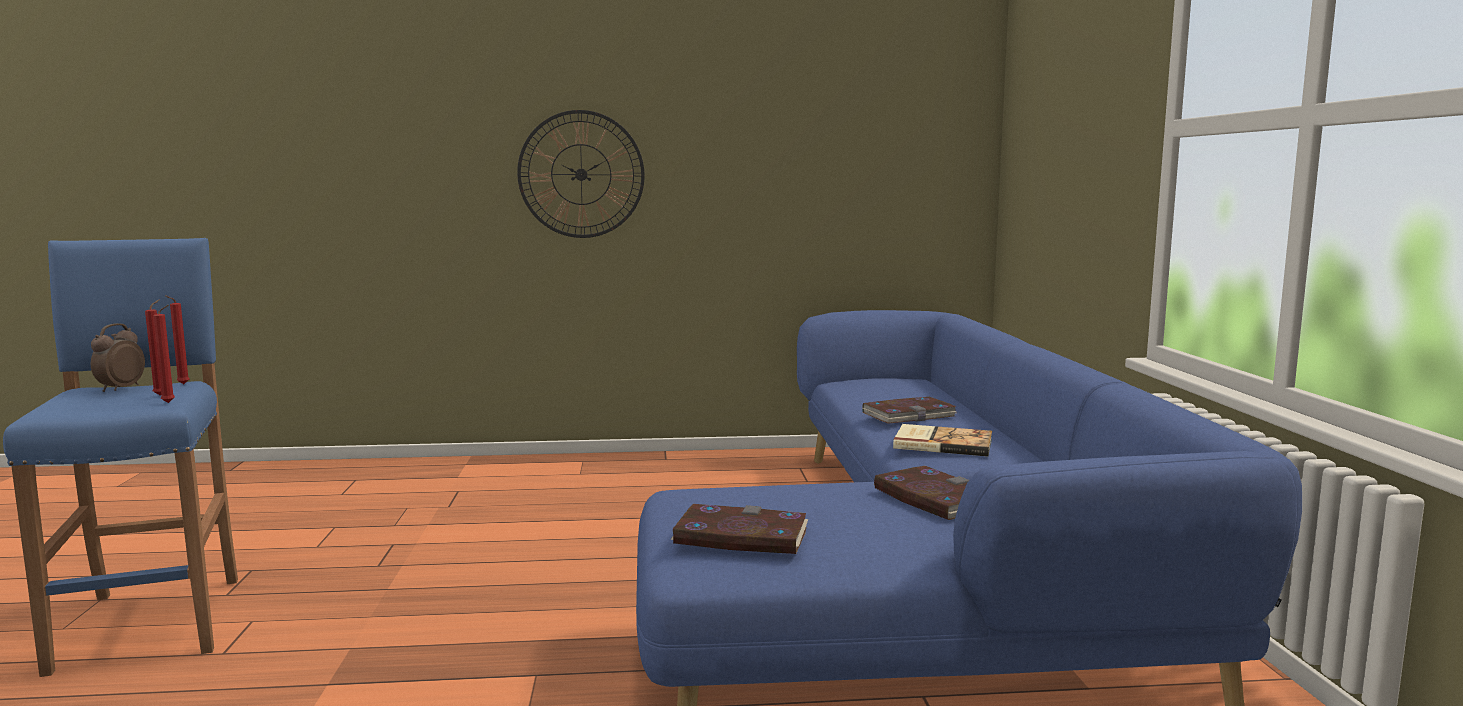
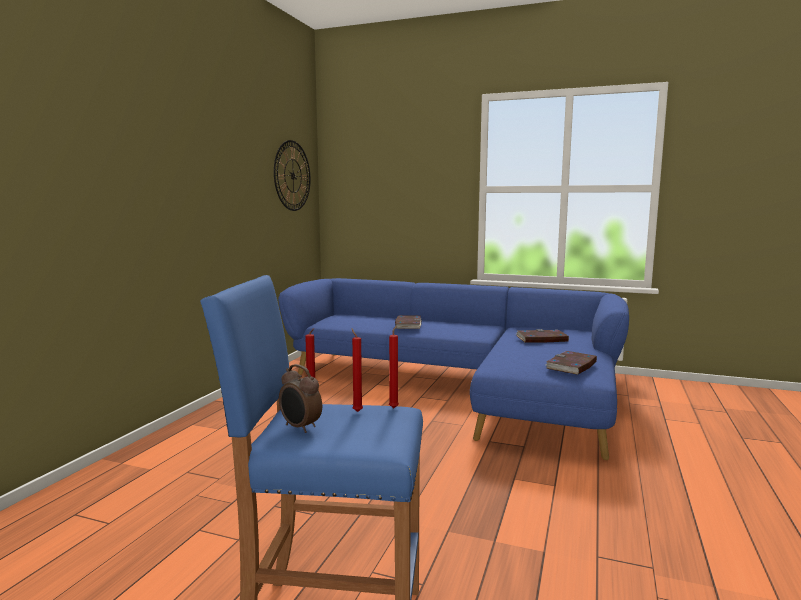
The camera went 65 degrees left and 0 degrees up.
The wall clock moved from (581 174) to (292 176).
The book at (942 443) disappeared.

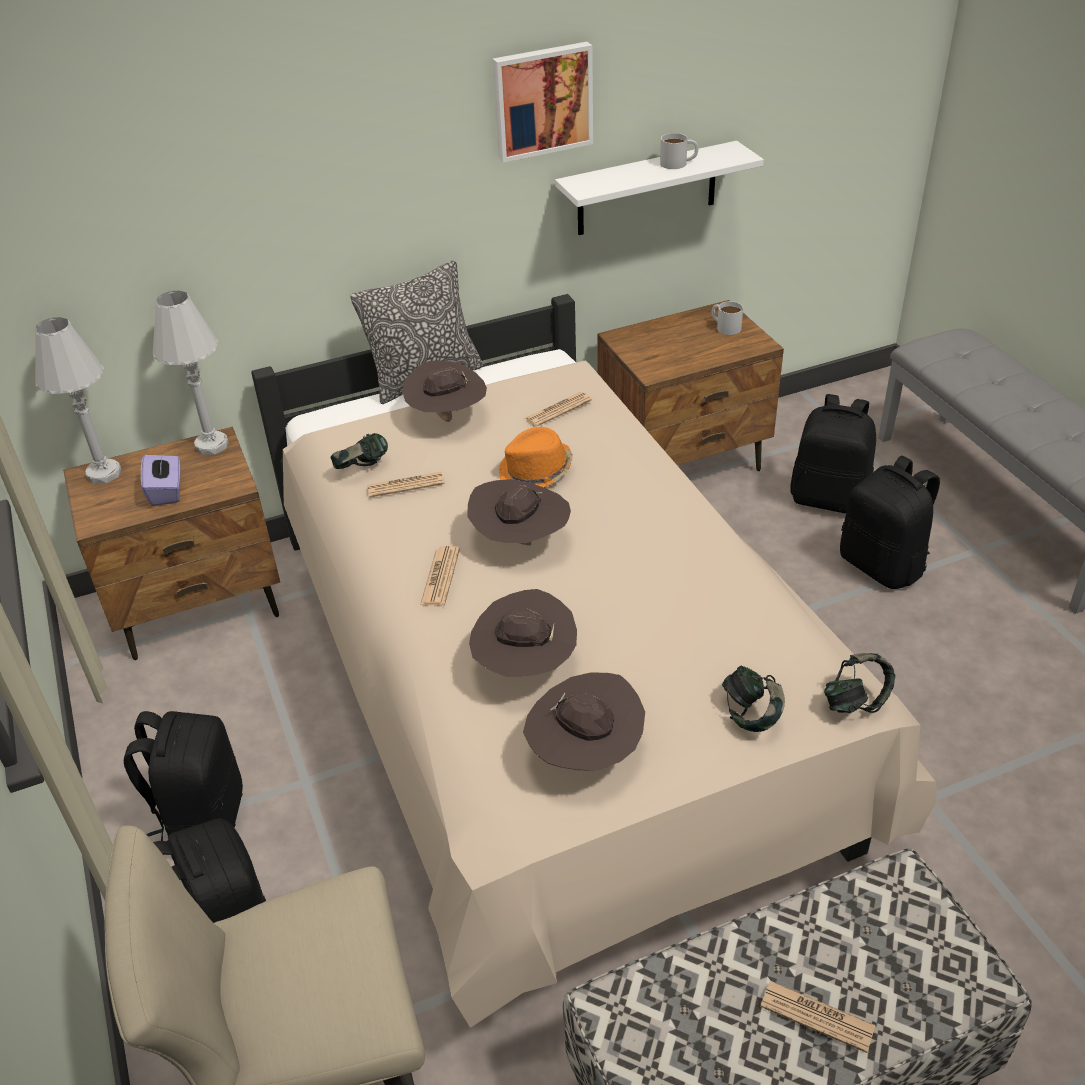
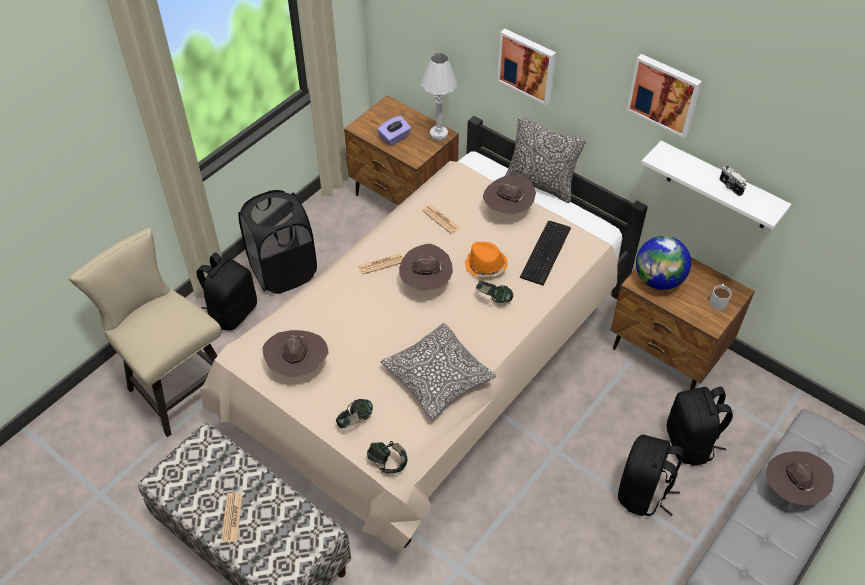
The camera went 60 degrees right and 10 degrees up.
The white mug at (678 163) was replaced by the photo camera at (730 187).
The white table lamp at (104 473) disappeared.
The newspaper at (558 410) was replaced by the keyboard at (547 252).
The headphones moved from (362 469) to (493 299).
The brown hat moved from (524 667) to (791 489).
The black backpack at (202 819) was replaced by the black laundry basket at (283 271).
The picture at (527 65) appeared.
The globe at (658 280) appeared.
The pillow at (438 377) appeared.

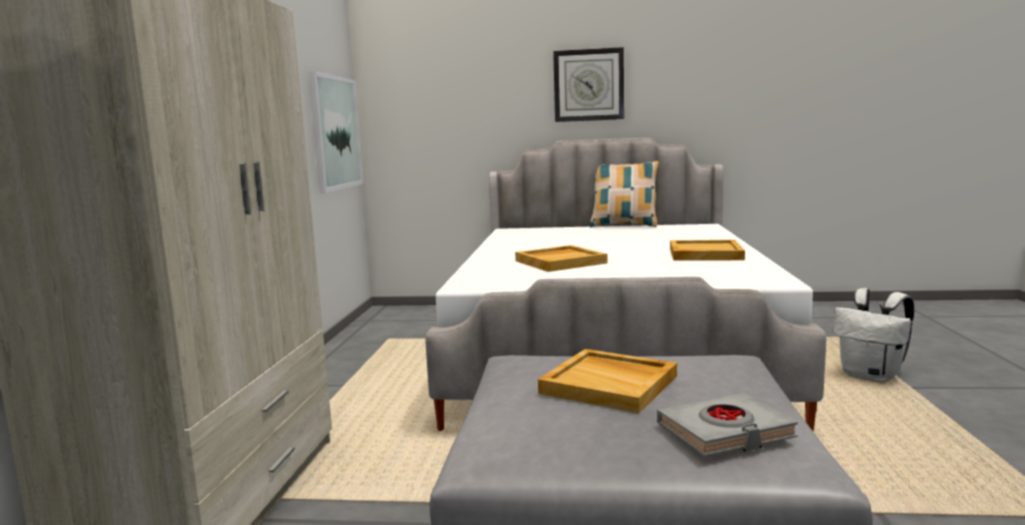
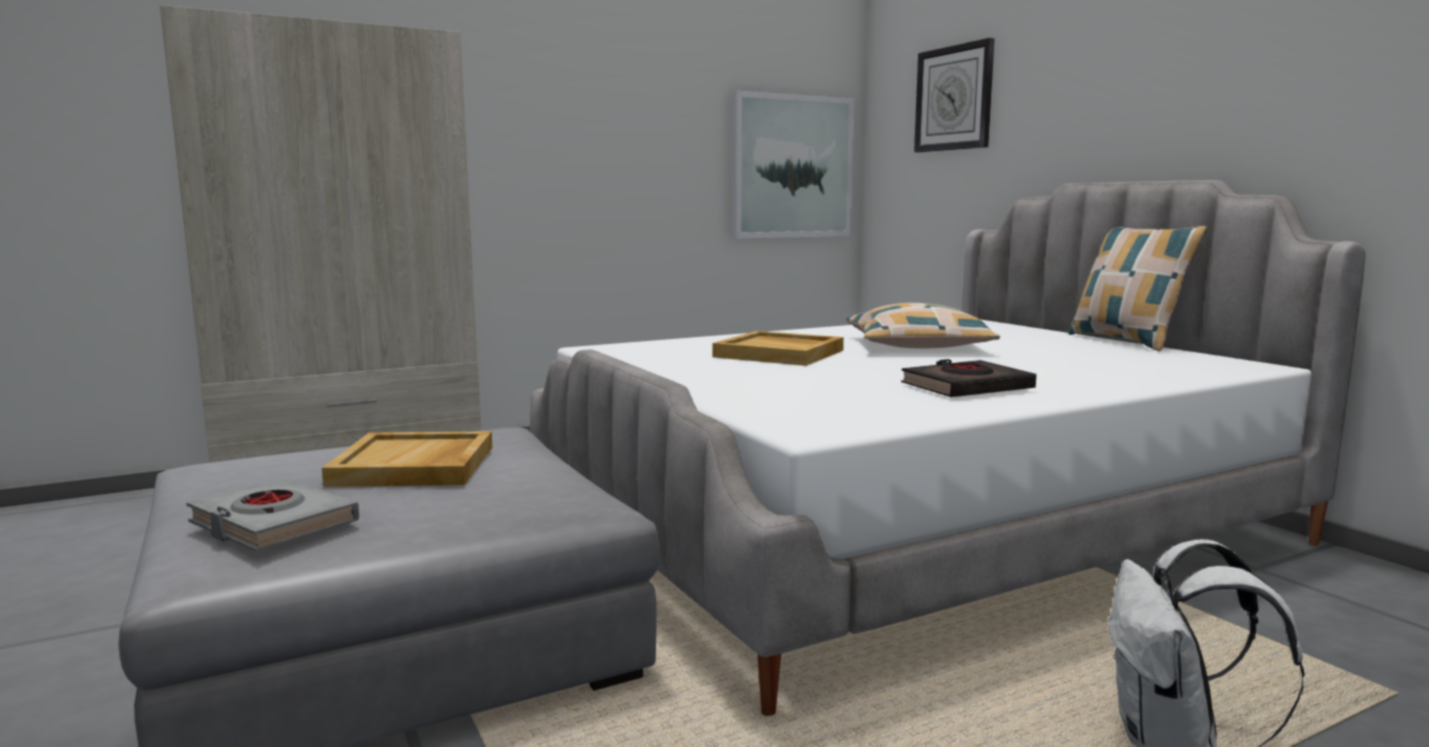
The camera went 55 degrees right and 0 degrees up.
The wall clock moved from (588 85) to (954 98).
The beige tray at (704 254) was replaced by the black book at (966 388).
The pillow at (917 346) appeared.

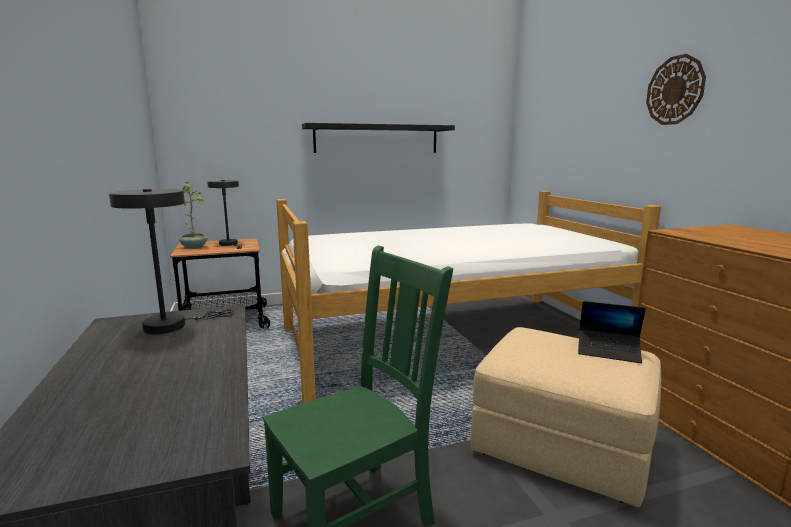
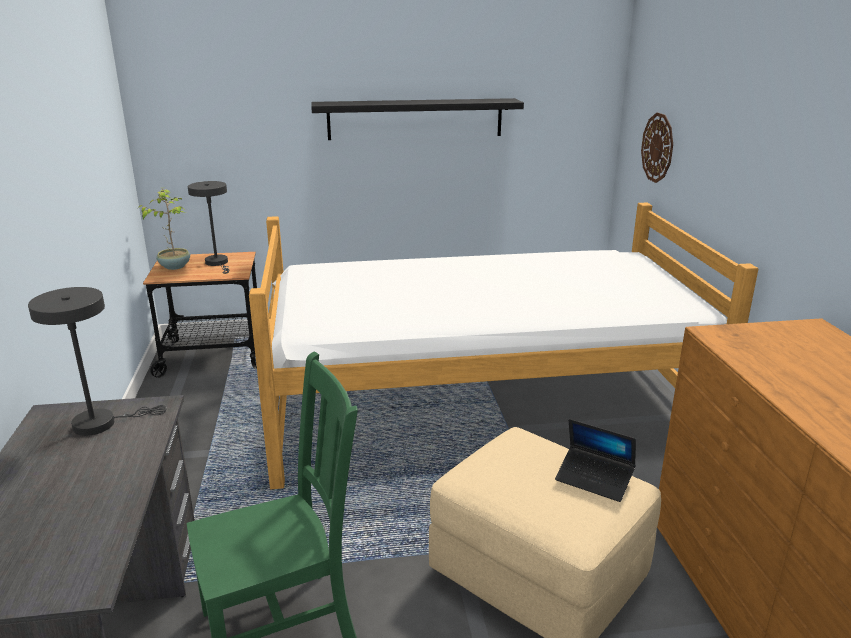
The camera went 10 degrees right and 10 degrees up.
The wall clock moved from (675 90) to (657 147).

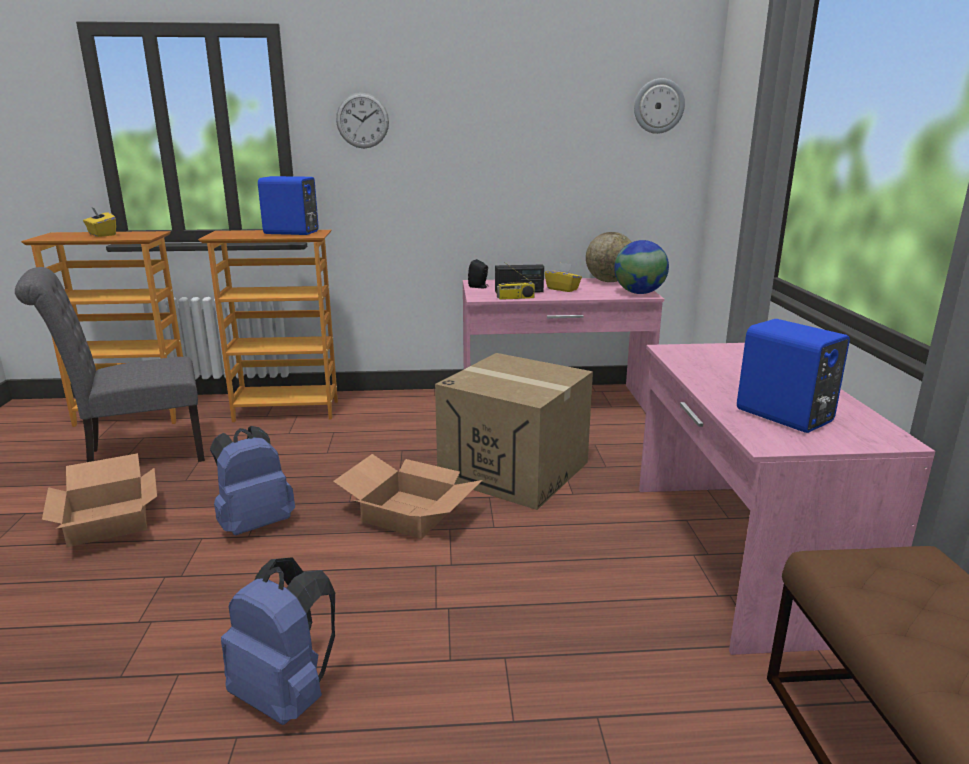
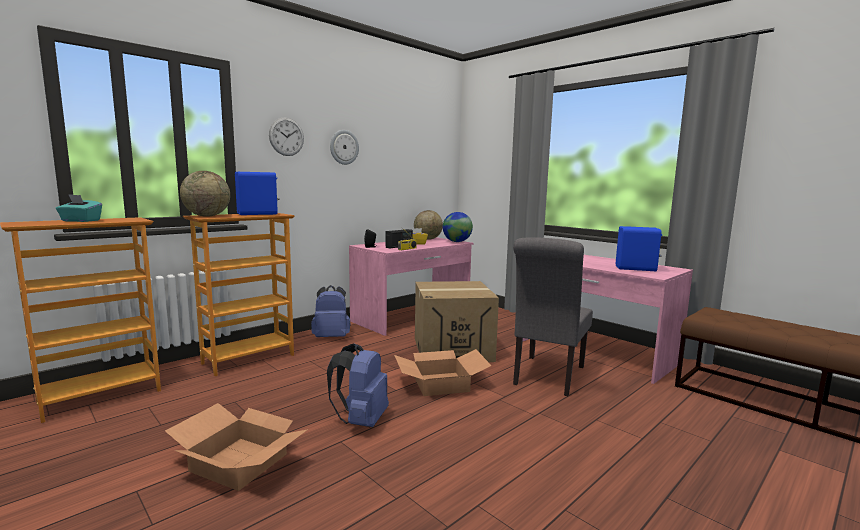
The camera went 40 degrees left and 10 degrees down.
The wall clock moved from (658 106) to (344 147).
The yellow tissue box at (101 235) became the turquoise tissue box at (80 221).
The grey chair moved from (138 456) to (547 377).
The blue backpack moved from (286 695) to (331 337).
The globe at (207 216) appeared.

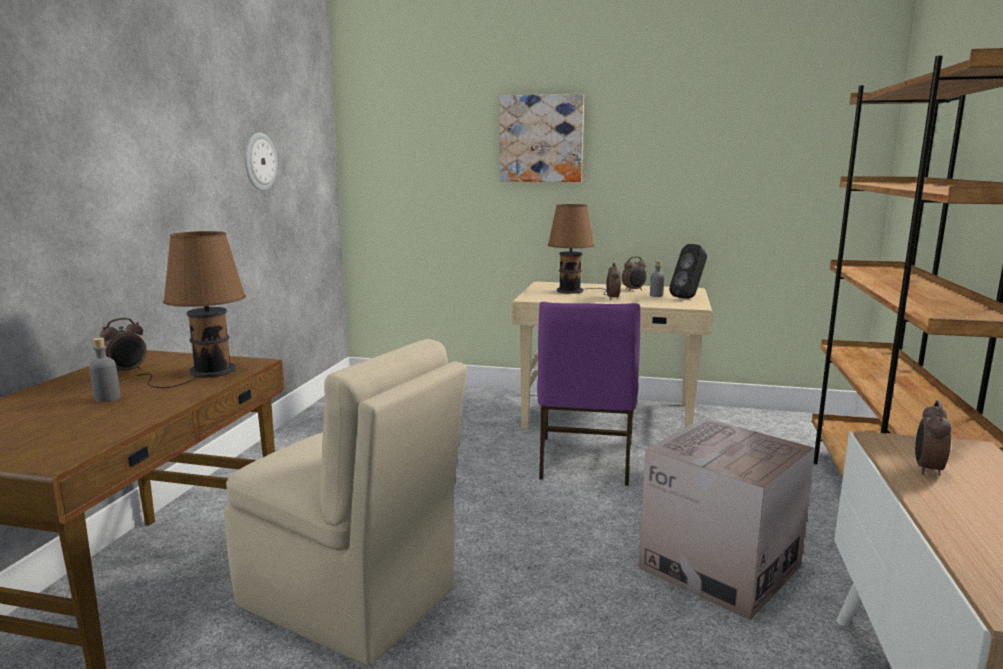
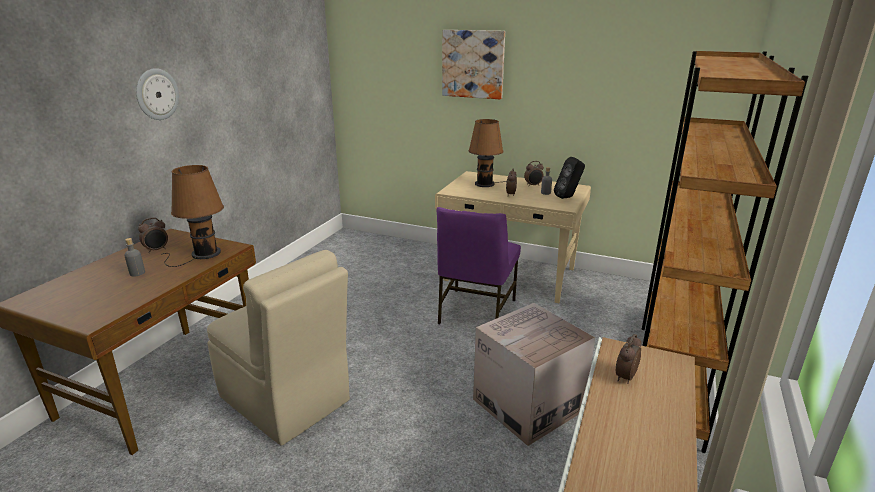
The camera went 10 degrees right and 10 degrees up.
The wall clock moved from (259 161) to (156 94).

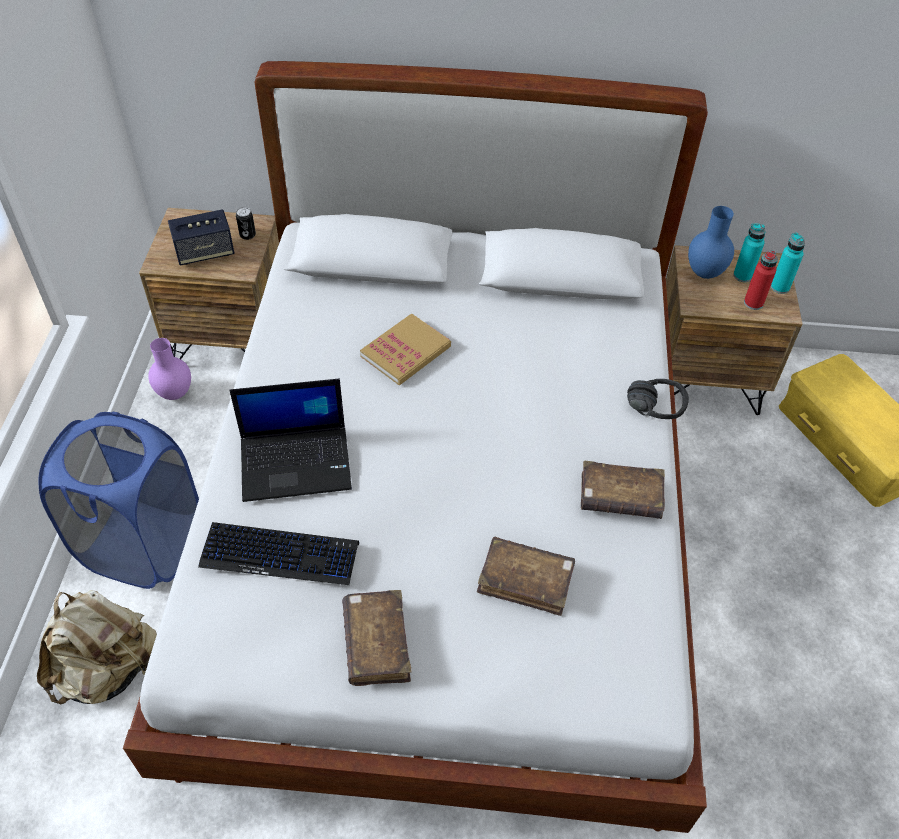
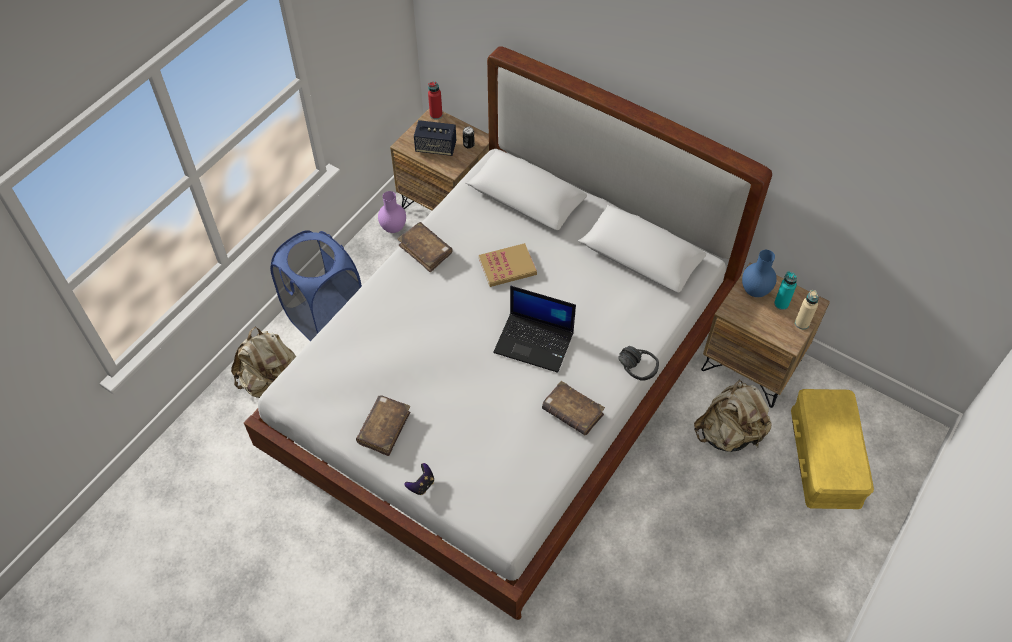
The camera went 30 degrees right and 5 degrees up.
The turquoise bottle at (780 287) became the beige bottle at (802 323).
The red bottle moved from (753 303) to (436 115).
The laptop moved from (297 462) to (535 342).
The keyboard at (280 554) disappeared.
The brown book moved from (525 581) to (425 250).
The beige backpack at (728 433) appeared.
The game controller at (421 484) appeared.

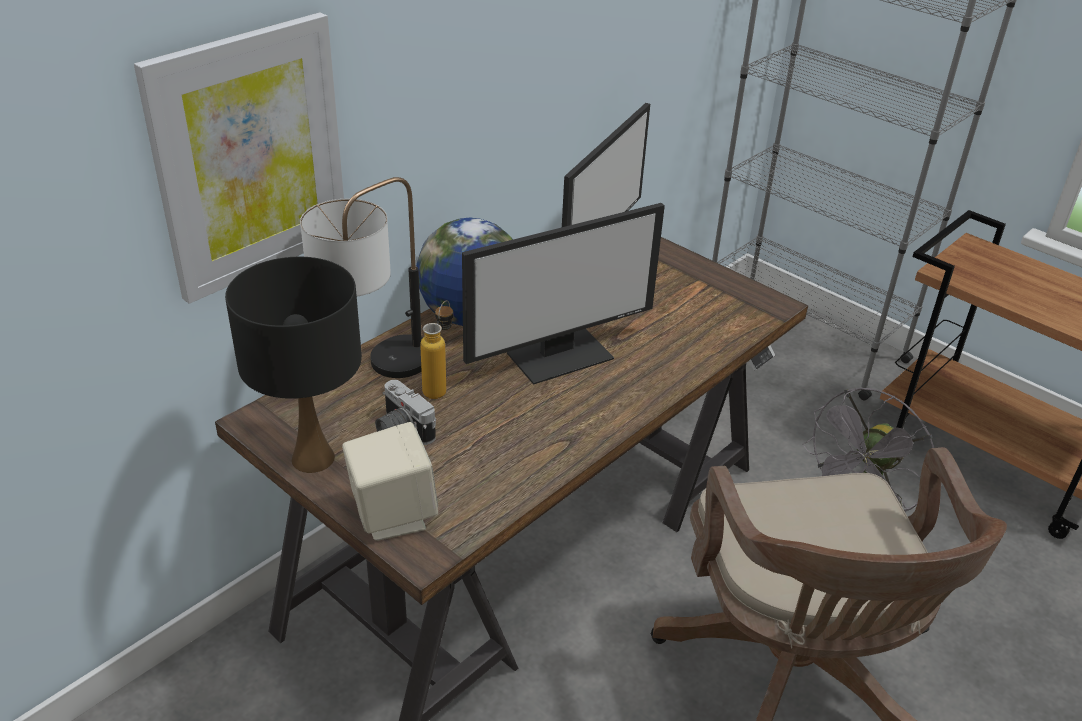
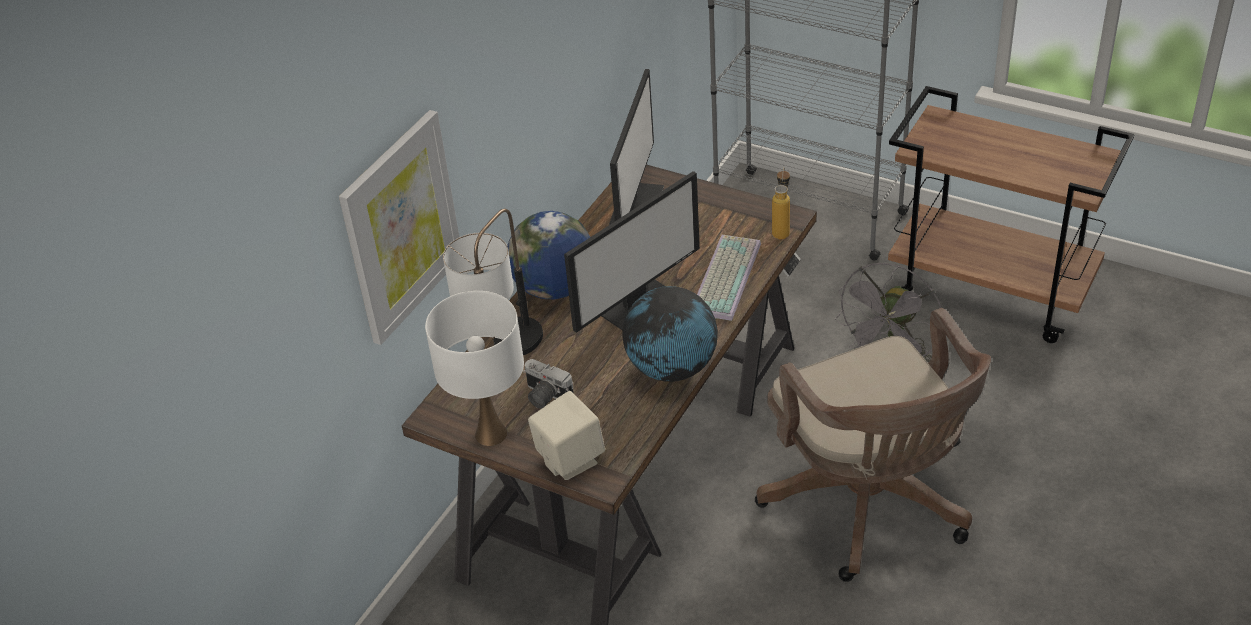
The camera went 10 degrees left and 5 degrees up.
The black table lamp at (313 459) became the white table lamp at (491 434).
The bottle moved from (439 387) to (781 230).
The keyboard at (724 276) appeared.
The globe at (671 368) appeared.

